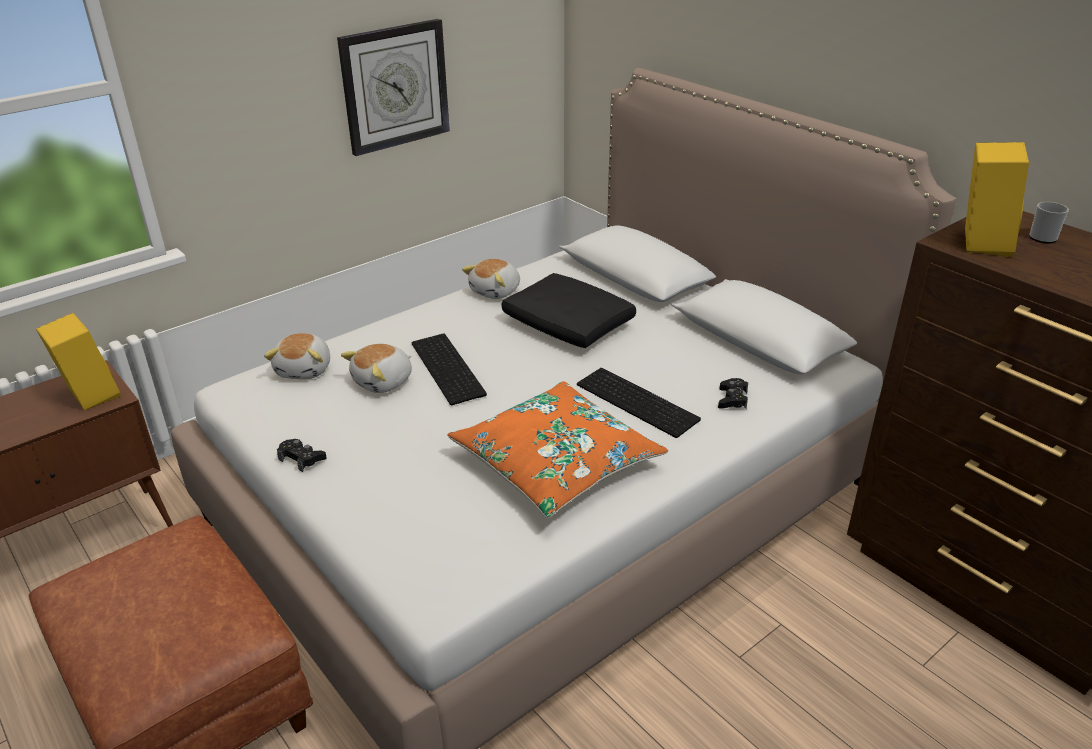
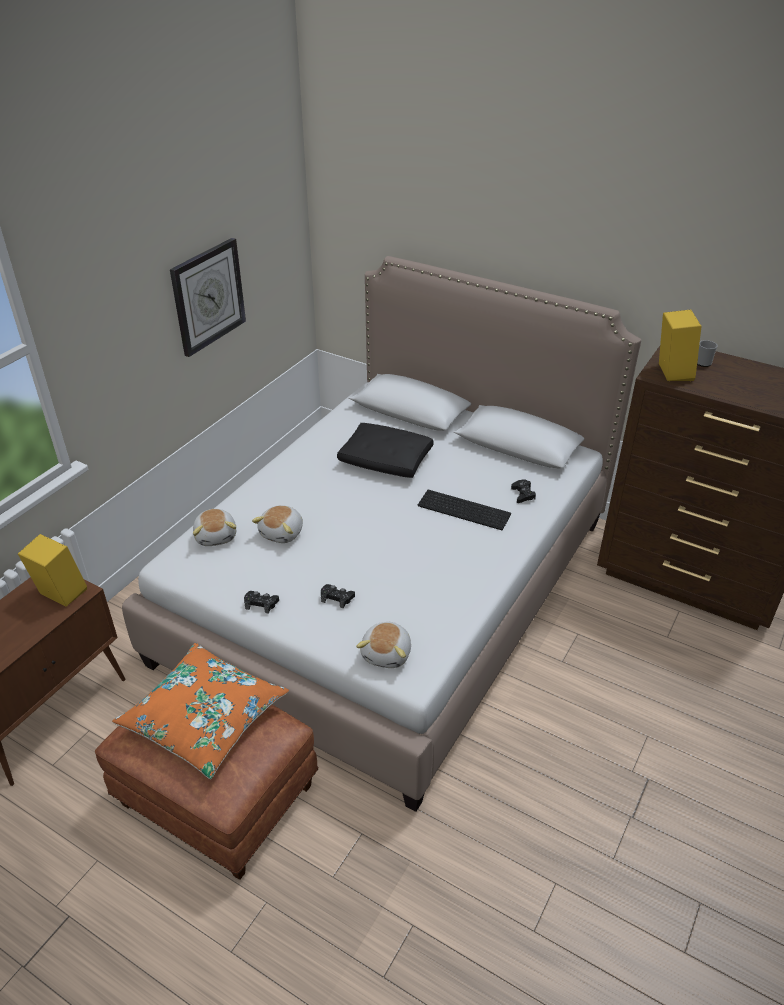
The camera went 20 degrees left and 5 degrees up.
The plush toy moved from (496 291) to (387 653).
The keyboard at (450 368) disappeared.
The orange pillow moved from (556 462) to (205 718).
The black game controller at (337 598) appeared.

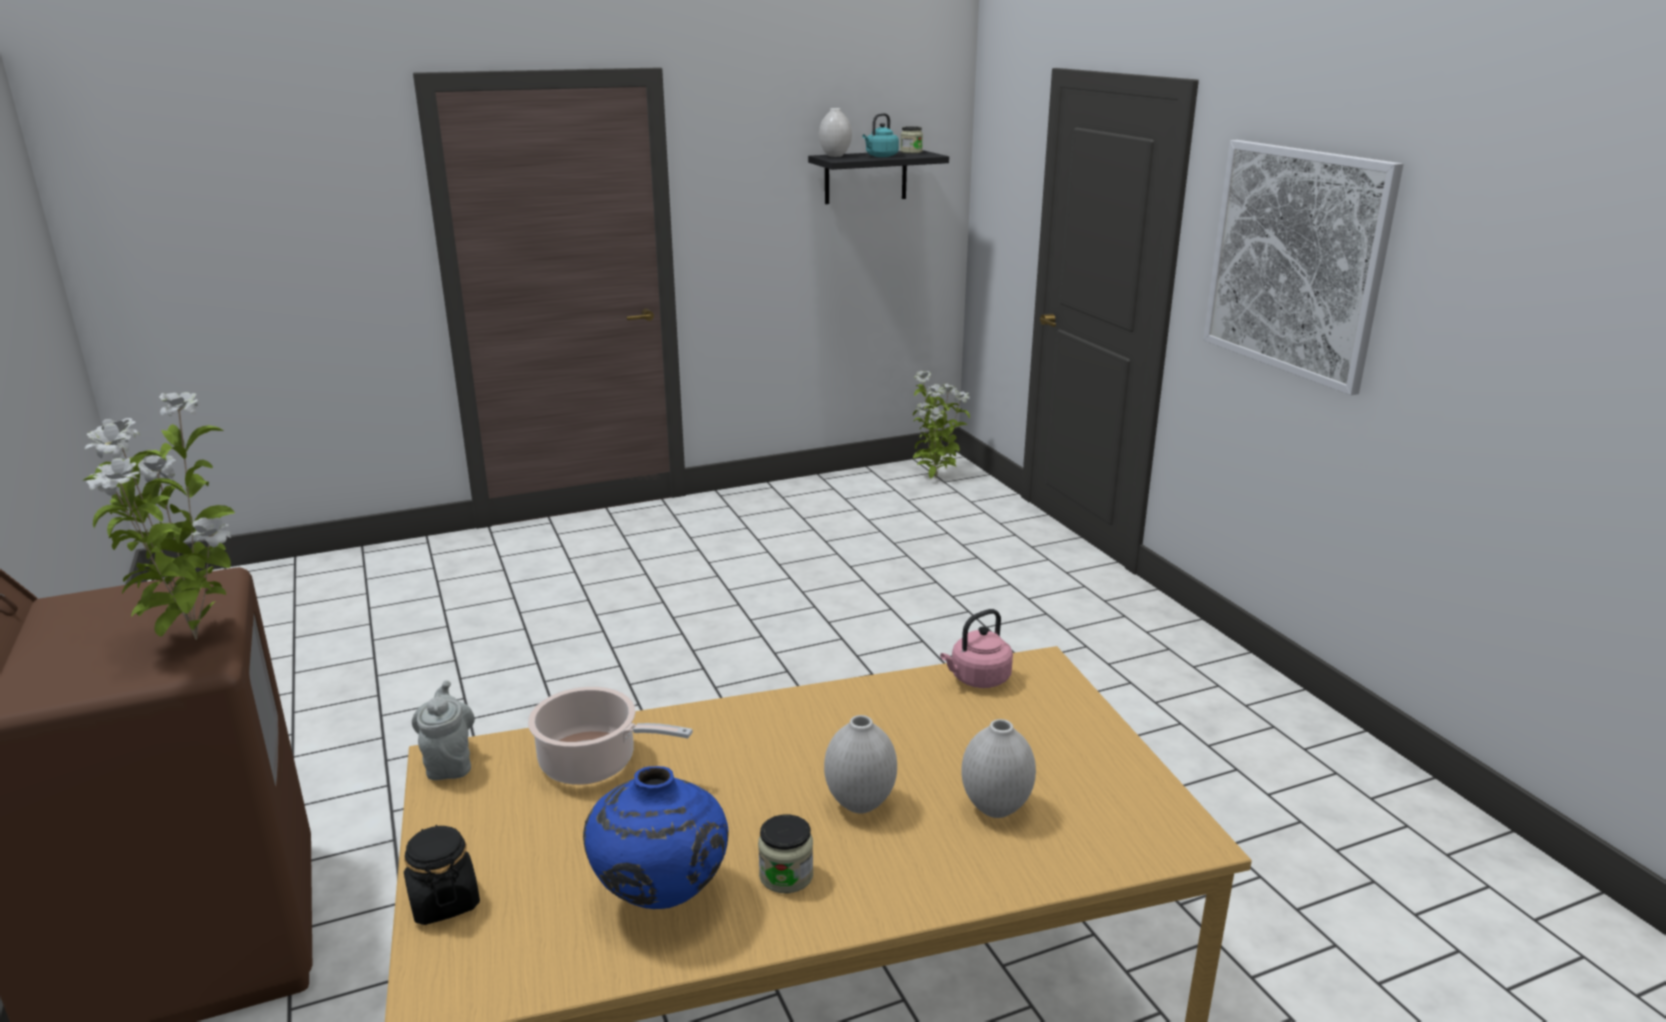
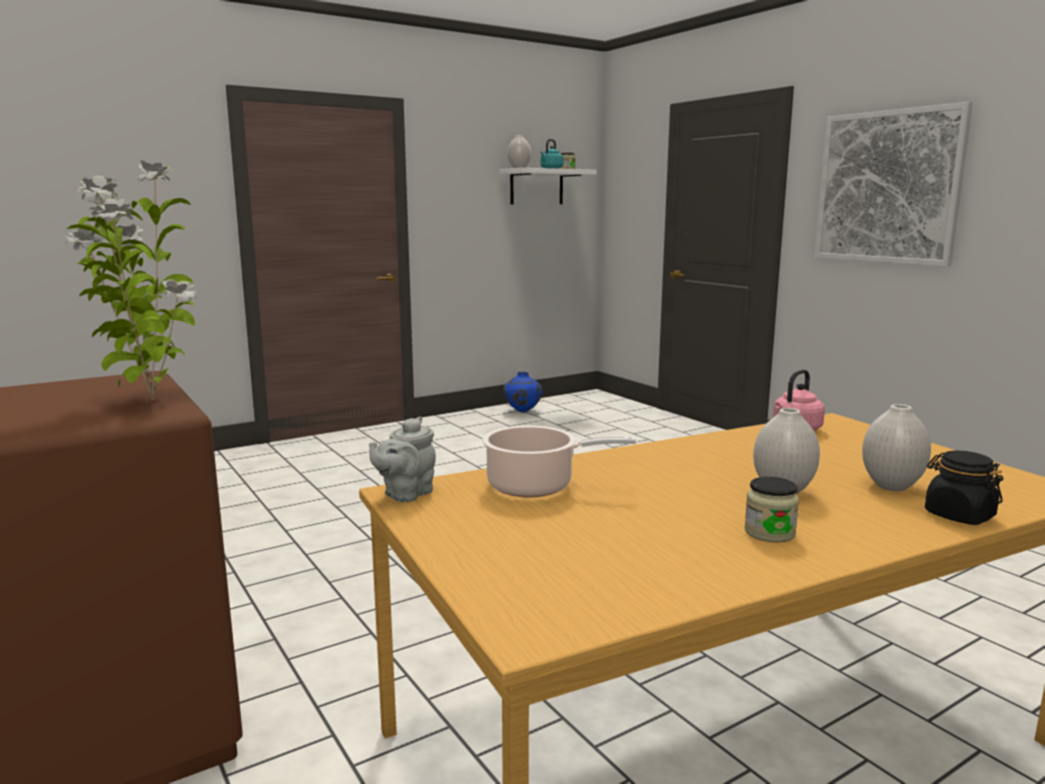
The camera went 10 degrees left and 10 degrees down.
The black shelf at (865 177) became the white shelf at (536 187).
The potted plant at (935 479) disappeared.
The grey teapot at (449 763) turned 120 degrees counterclockwise.
The blue vase moved from (660 897) to (522 412).
The black jar moved from (444 901) to (958 515).

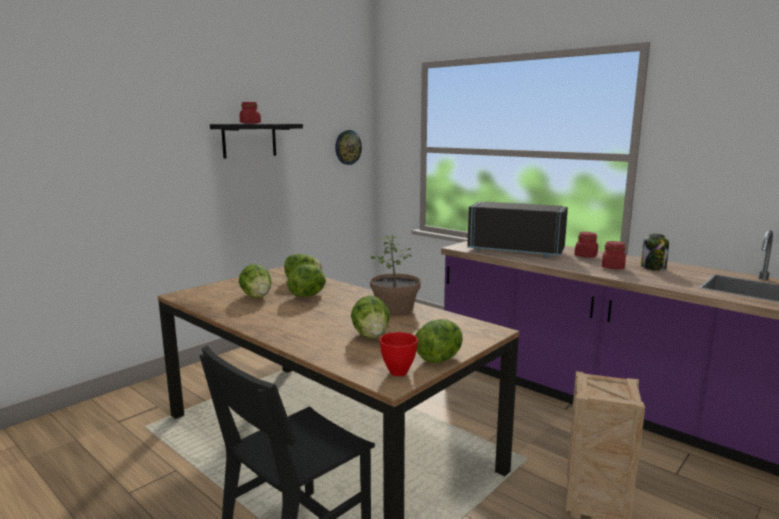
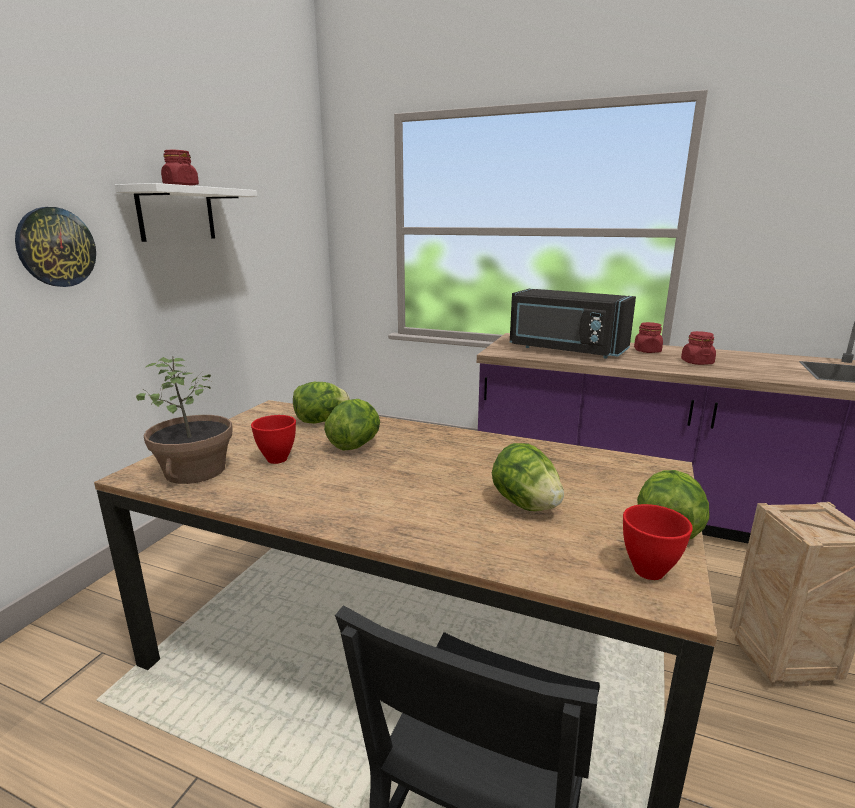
The camera went 20 degrees left and 5 degrees up.
The black shelf at (249 140) became the white shelf at (176 214).
The wall clock moved from (347 147) to (56 247).
The black microwave at (516 250) turned 150 degrees counterclockwise.
The jar at (653 267) disappeared.
The potted plant moved from (395 308) to (196 471).
The lettuce at (257 296) was replaced by the red bowl at (277 459).

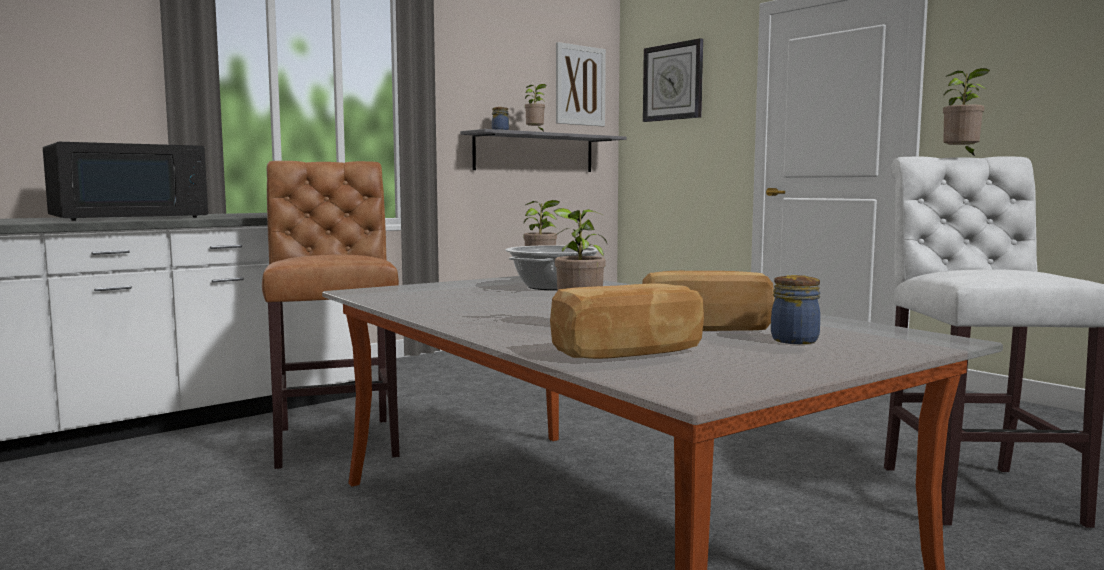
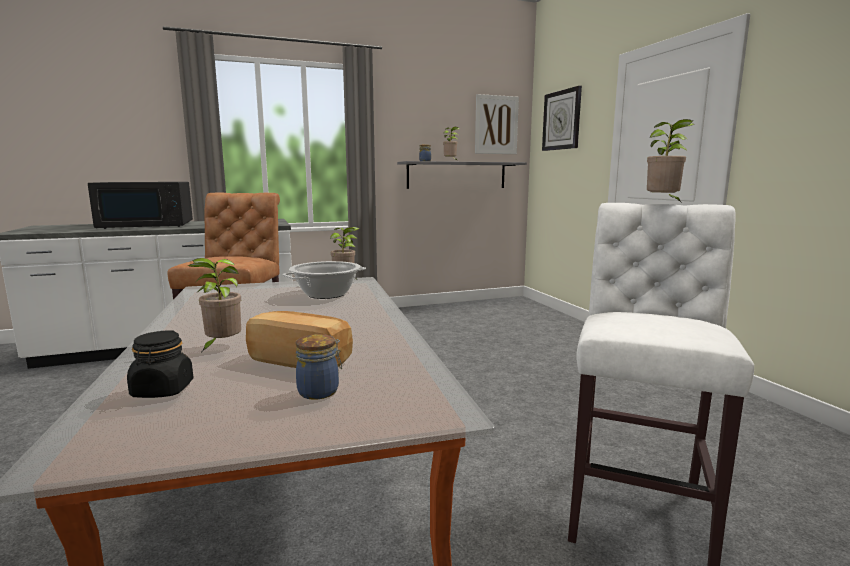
The camera went 20 degrees right and 5 degrees up.
The bread at (629 352) was replaced by the black jar at (162 390).

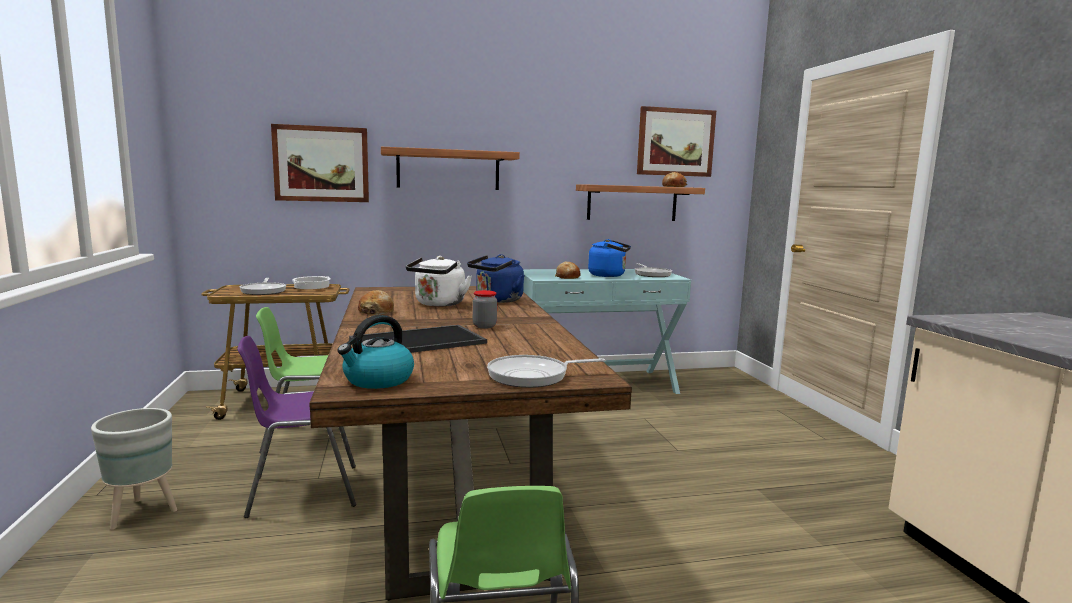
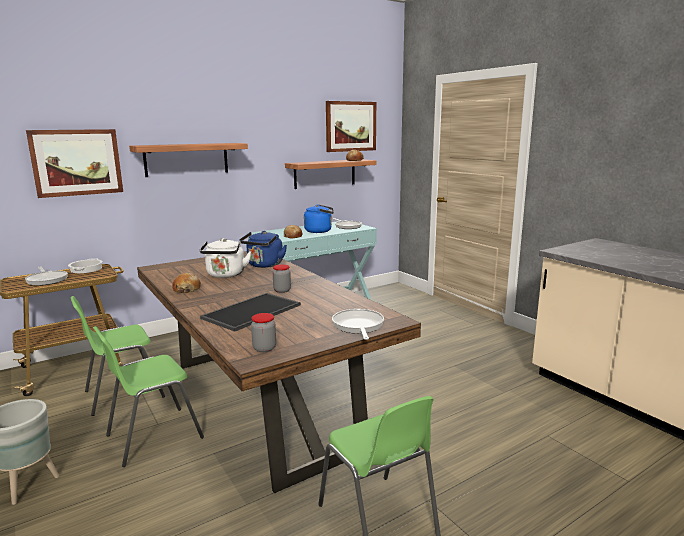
The camera went 20 degrees left and 5 degrees up.
The kettle at (378 380) was replaced by the jar at (264 348).
The purple chair at (302 491) became the green chair at (153 436).
The frying pan at (533 376) turned 120 degrees clockwise.

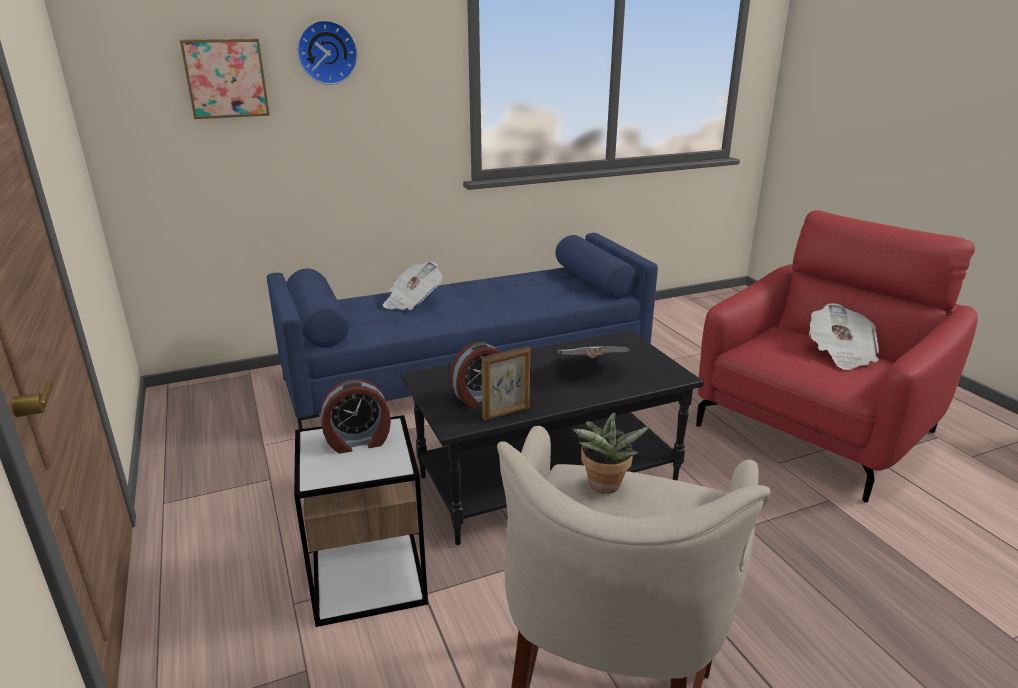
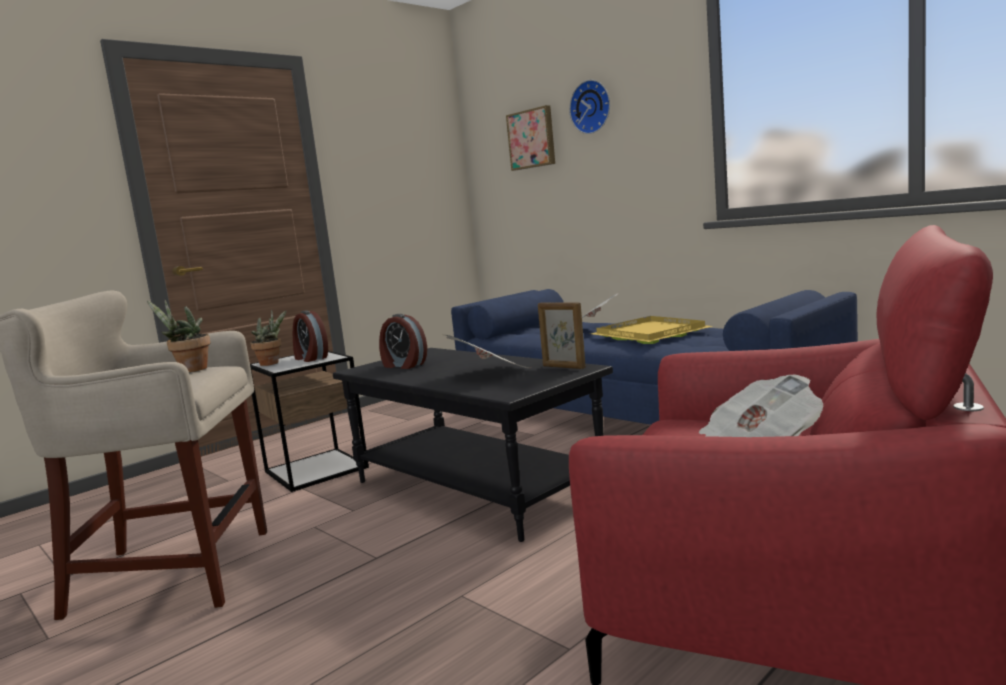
The camera went 70 degrees right and 15 degrees down.
The picture frame moved from (506 413) to (563 367).
The potted plant at (272 363) appeared.
The yellow tray at (650 334) appeared.

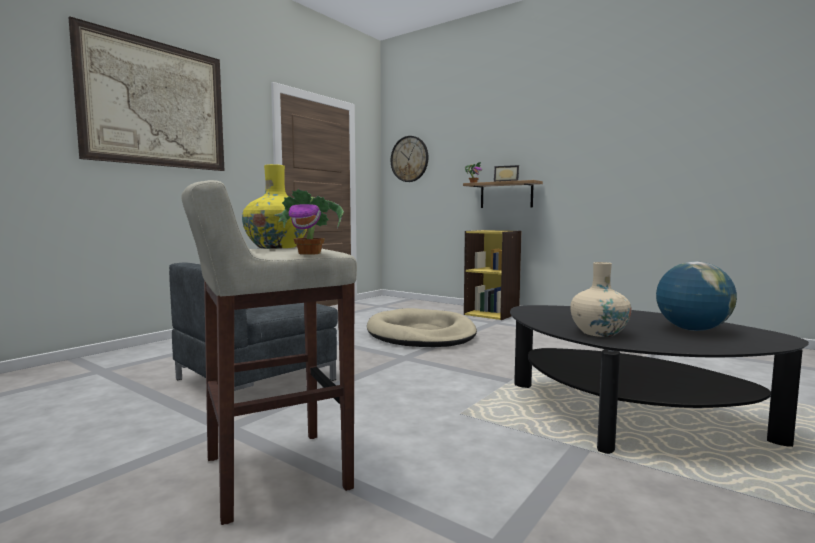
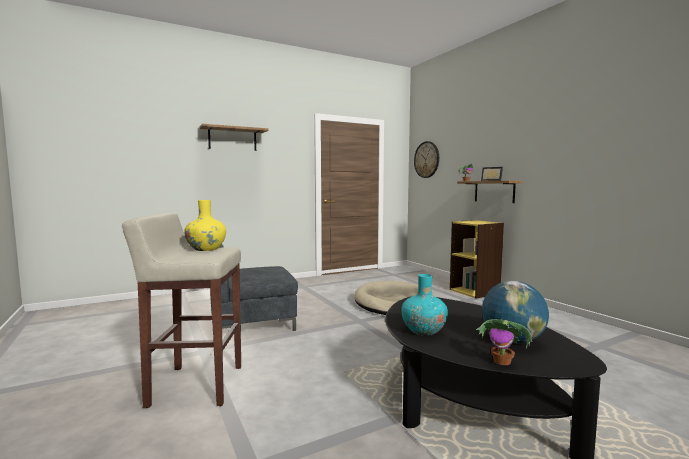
The camera went 25 degrees right and 0 degrees up.
The picture at (155 104) was replaced by the shelf at (232 139).
The potted plant moved from (310 253) to (502 361).
The beige vase at (599 333) became the turquoise vase at (423 330).

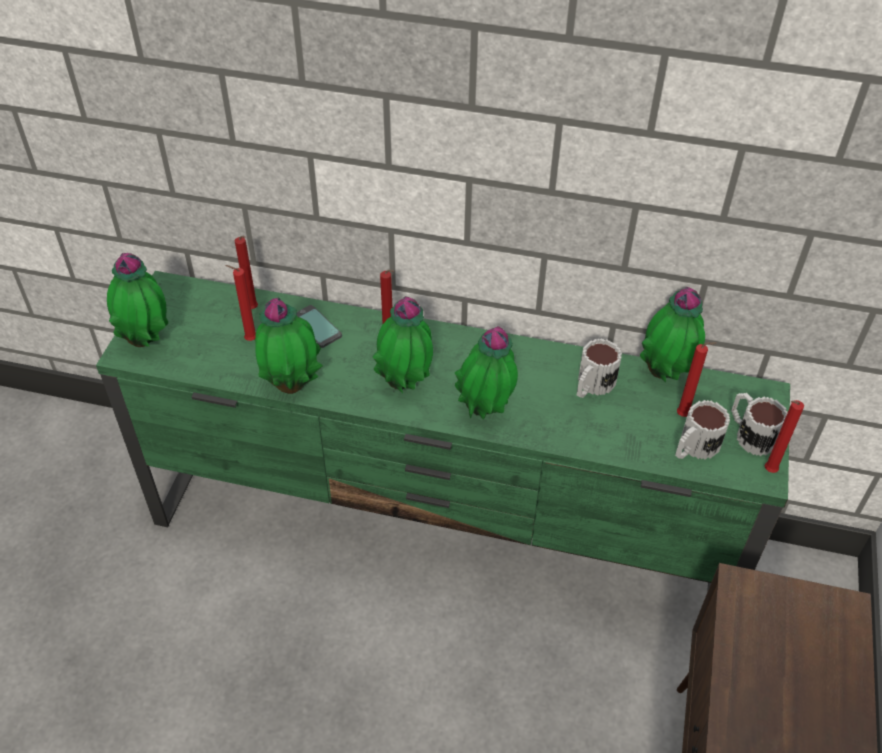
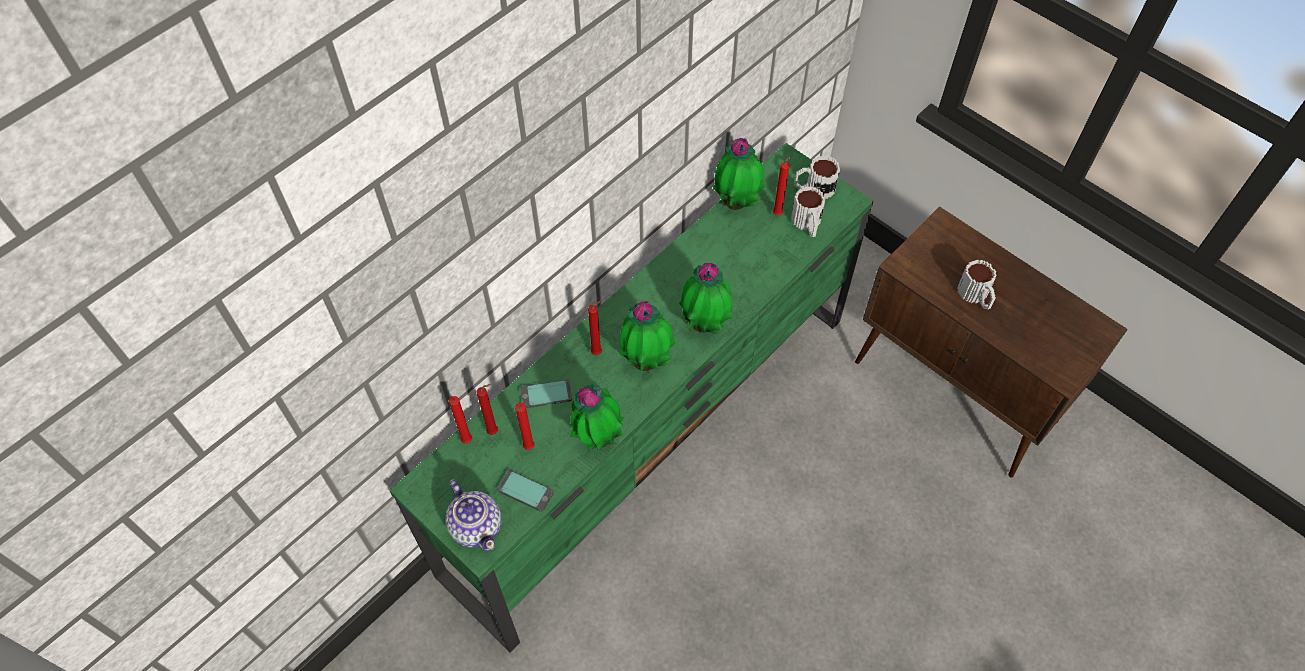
The camera went 60 degrees left and 10 degrees up.
The potted plant at (147 340) was replaced by the teapot at (476 526).
The mug moved from (592 386) to (976 296).
The red candle moved from (768 471) to (466 442).
The phone at (525 491) appeared.

